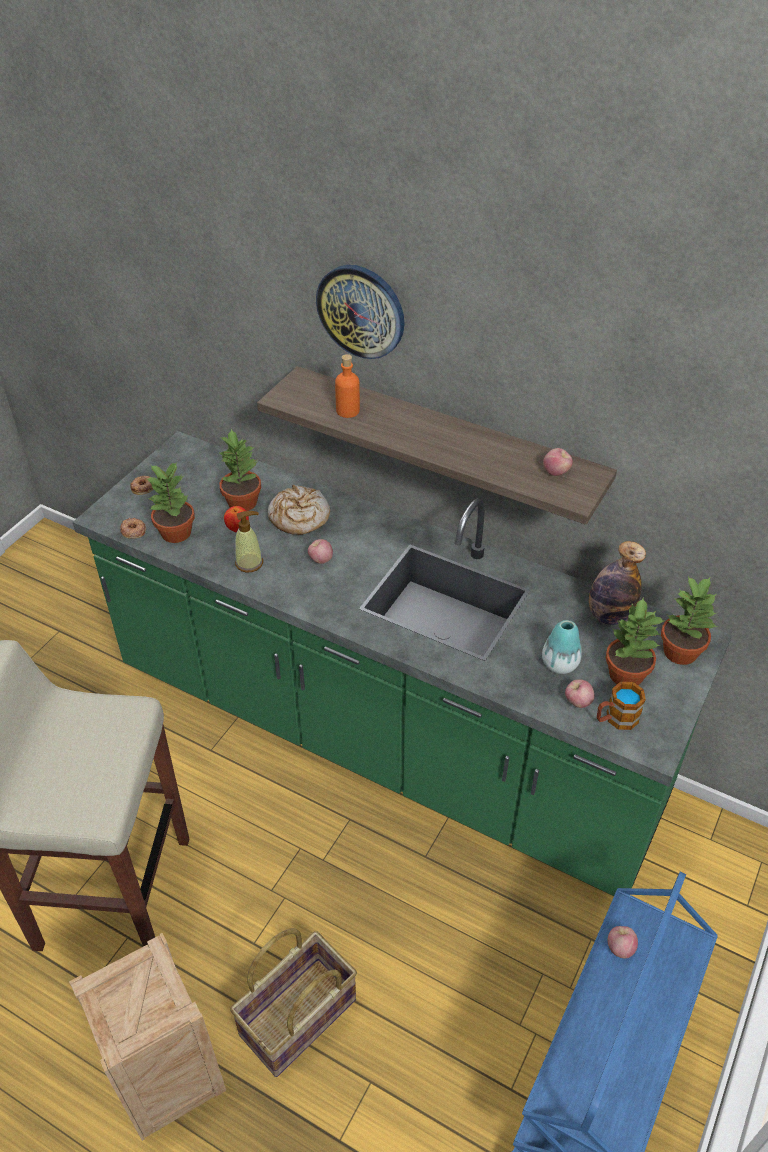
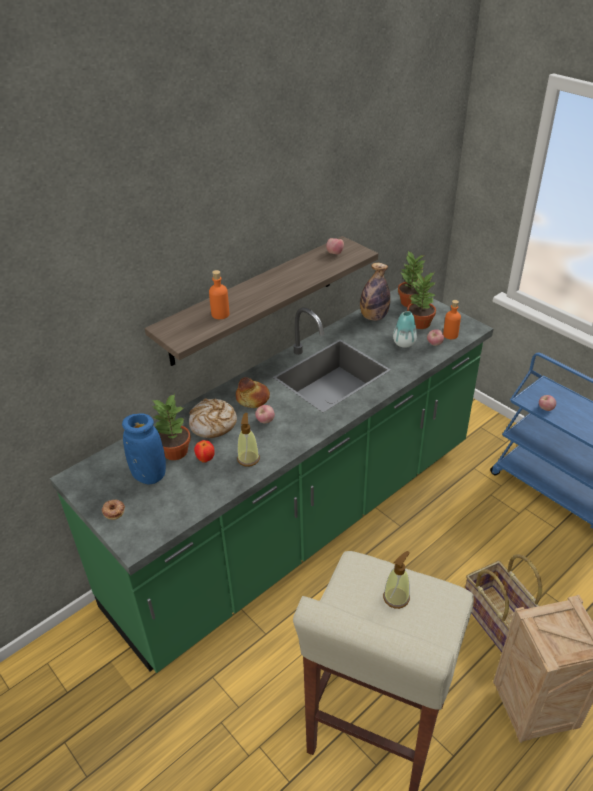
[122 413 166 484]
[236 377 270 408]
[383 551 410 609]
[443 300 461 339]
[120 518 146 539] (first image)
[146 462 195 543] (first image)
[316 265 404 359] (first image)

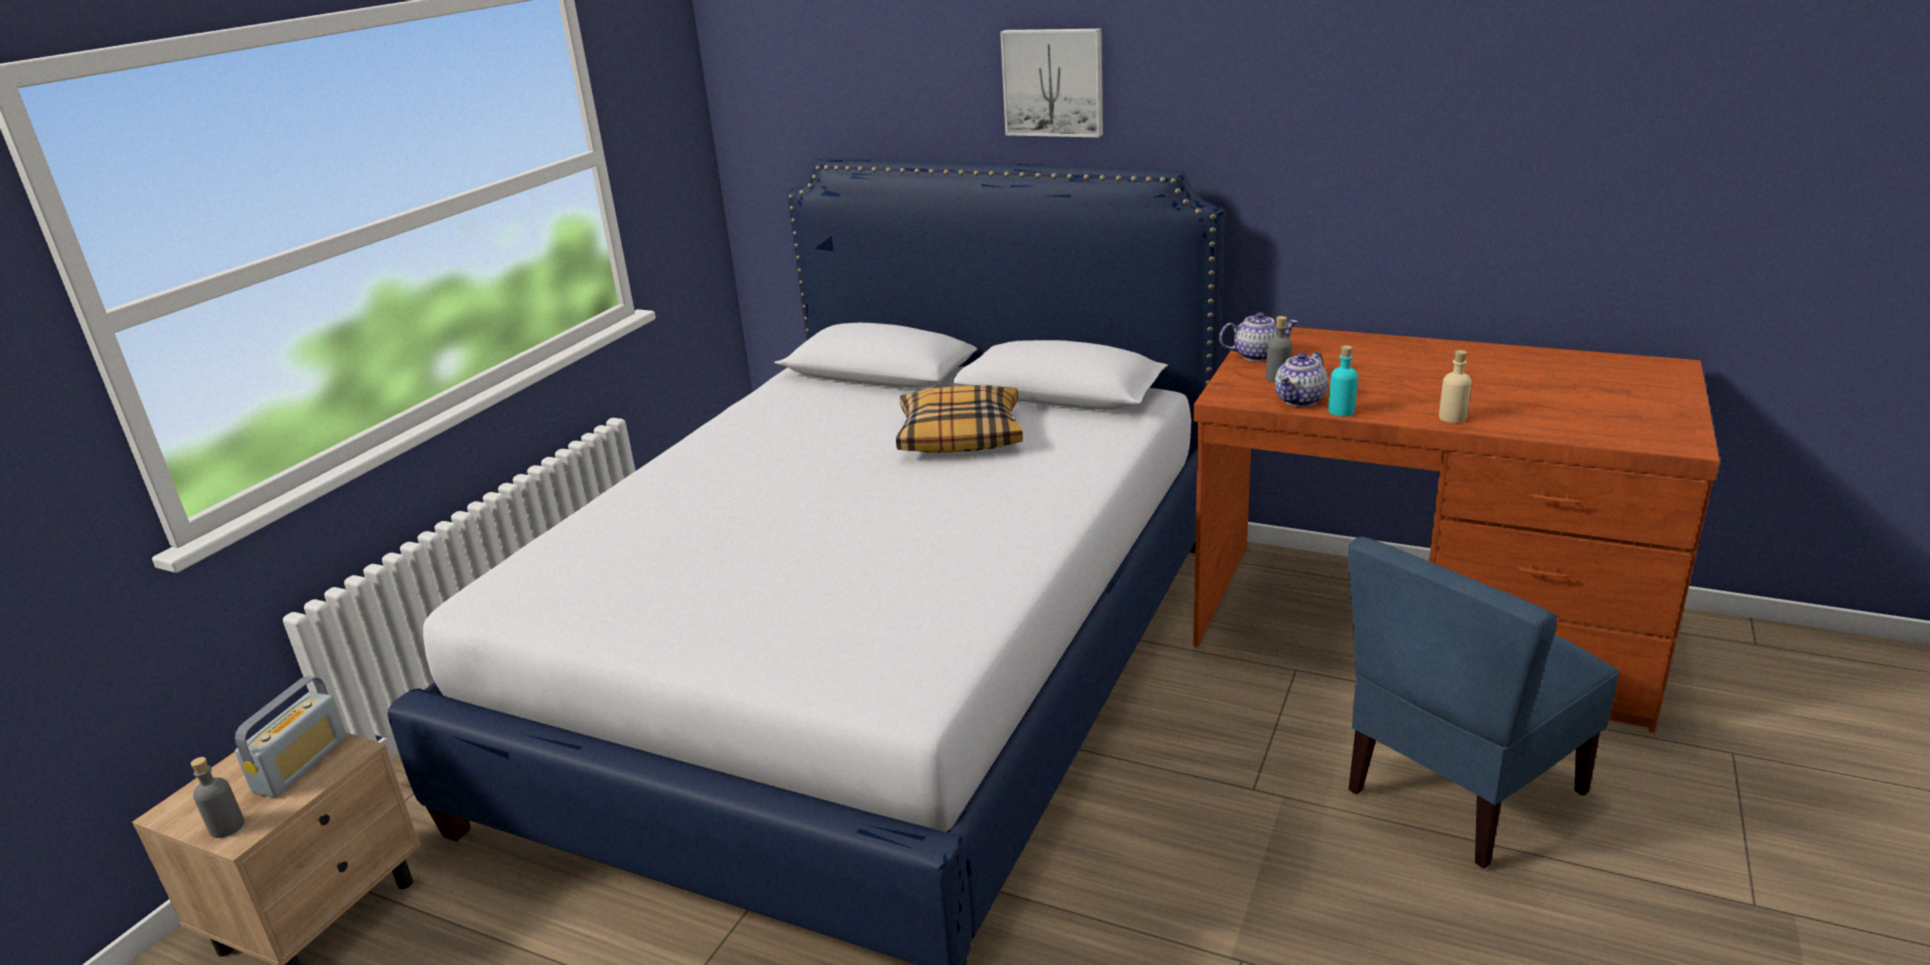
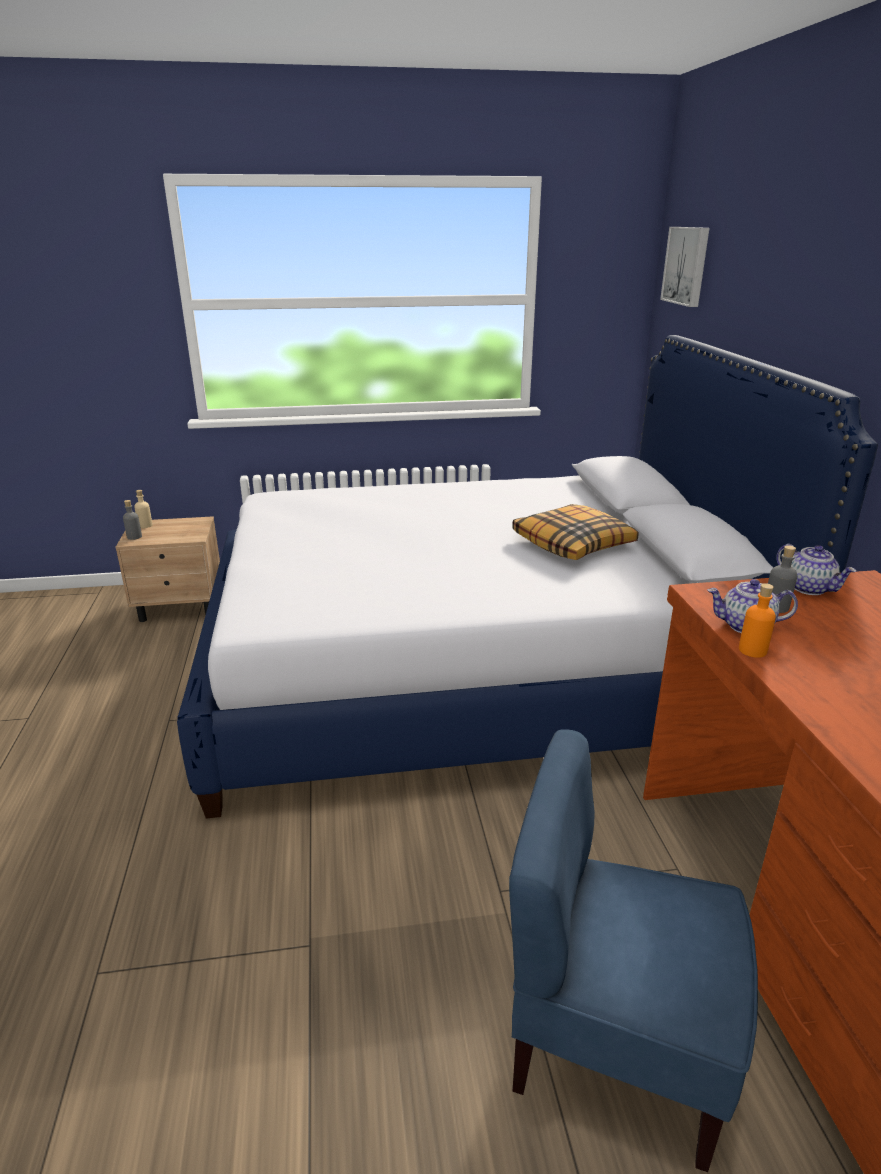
[134 490 153 528]
[660 227 709 307]
[739 583 776 658]
[235 676 347 798] (first image)

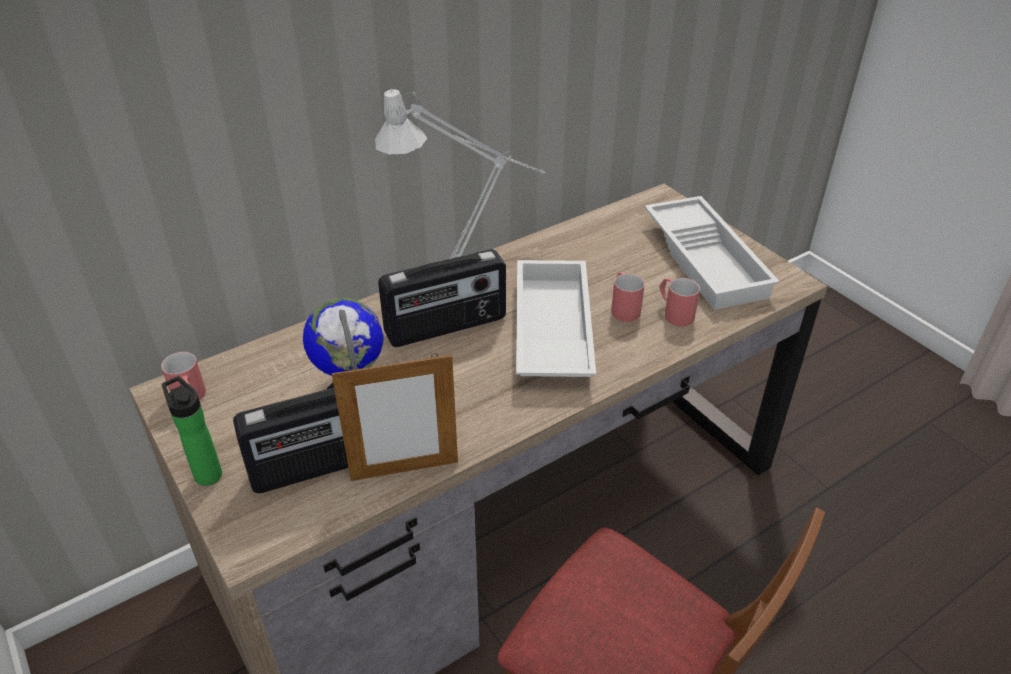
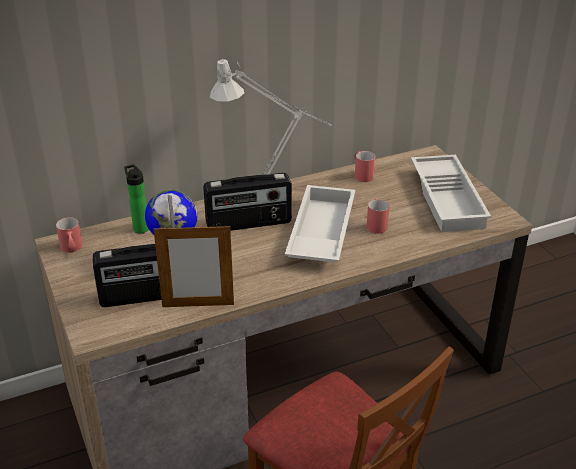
[124 164 149 234]
[354 151 375 182]

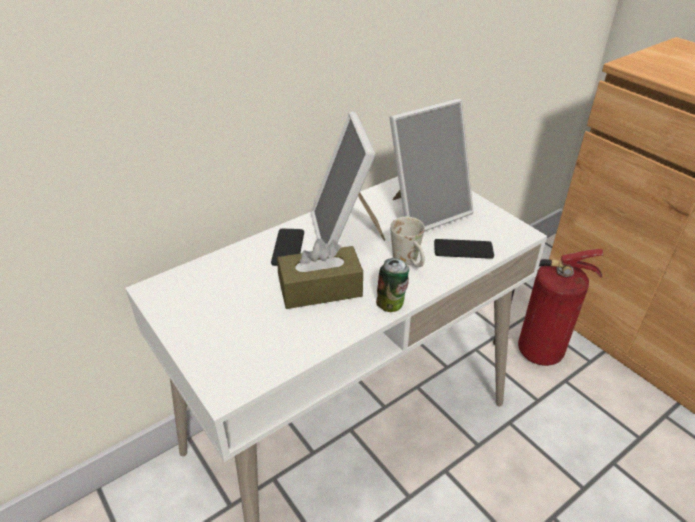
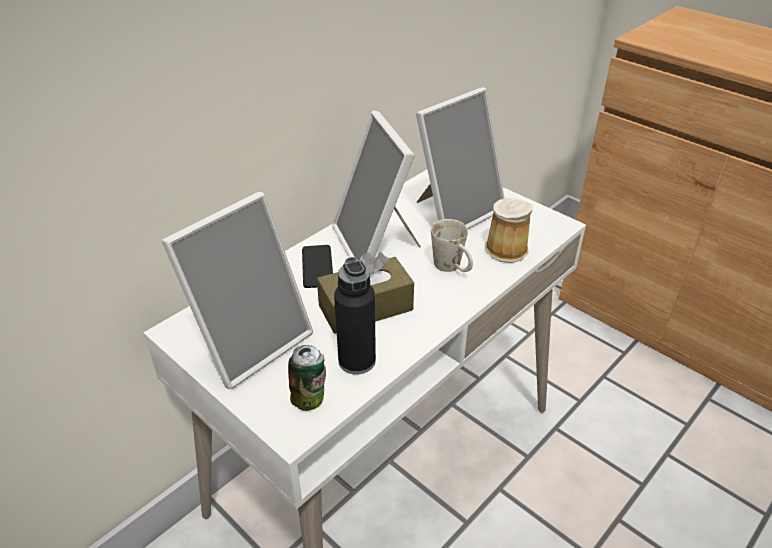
[162 192 313 389]
[288 345 326 411]
[334 257 376 375]
[485 198 533 263]
[493 249 603 366] (first image)

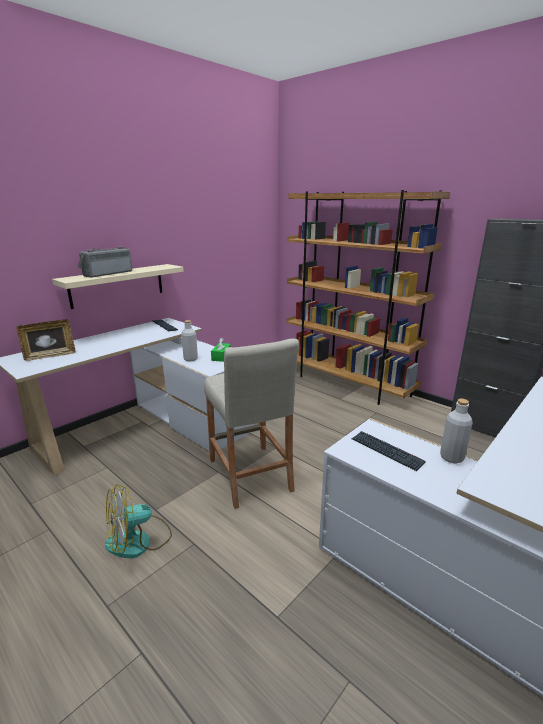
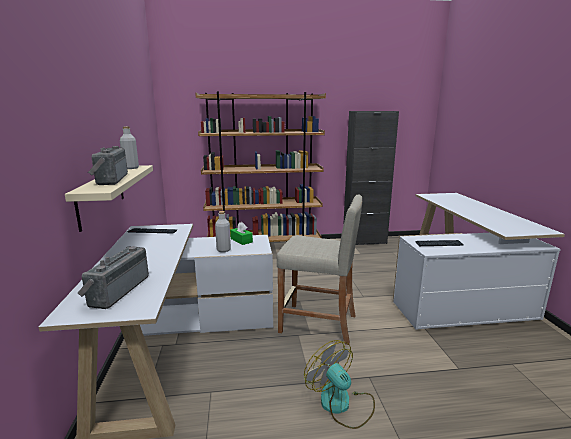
[78 246 149 309]
[120 126 139 169]
[304 340 375 429]

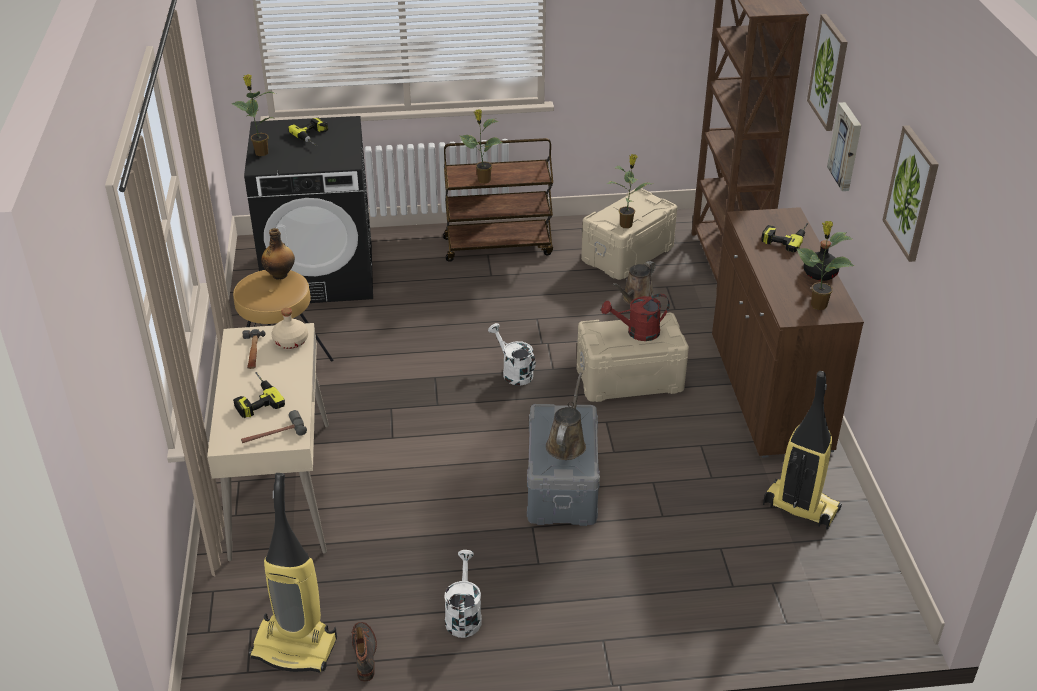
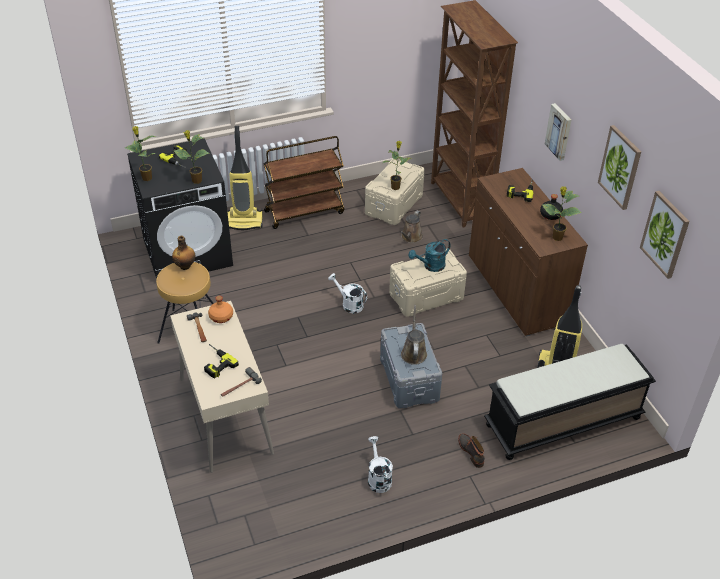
[174 130 209 184]
[208 296 233 323]
[227 126 263 230]
[409 239 451 272]
[458 433 485 468]
[484 344 656 460]
[640 191 689 279]

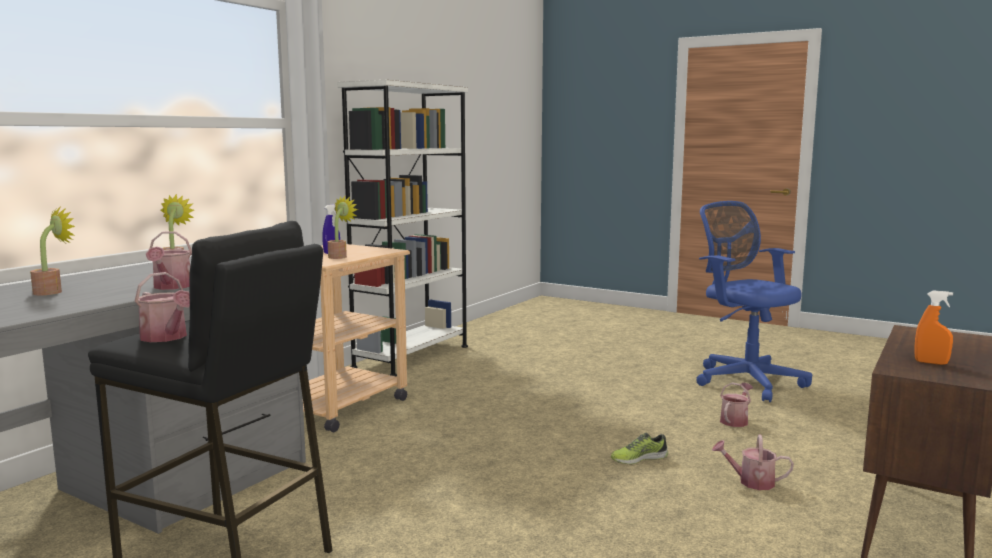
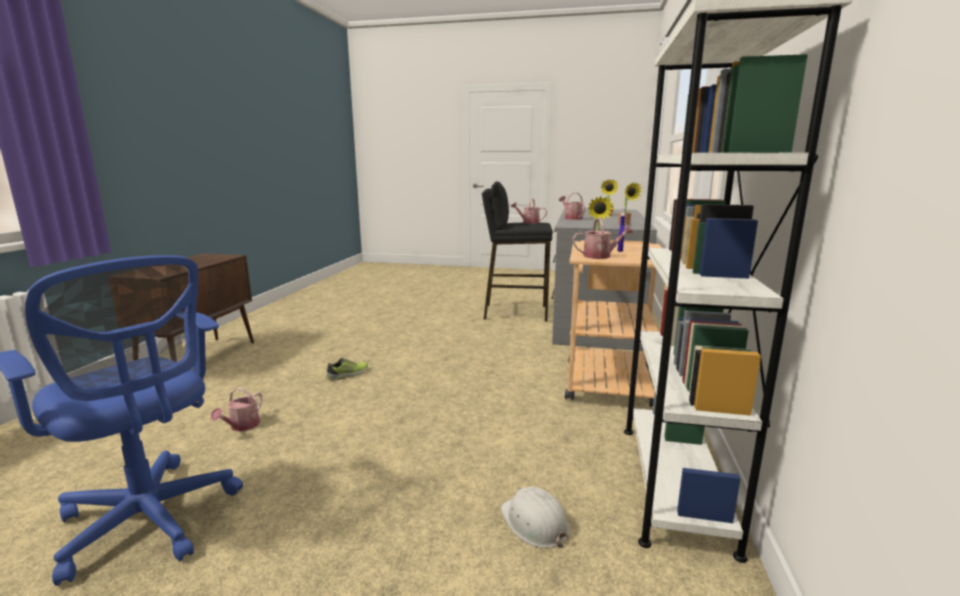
[500 487 570 548]
[573 218 633 259]
[914 290 953 365] (first image)

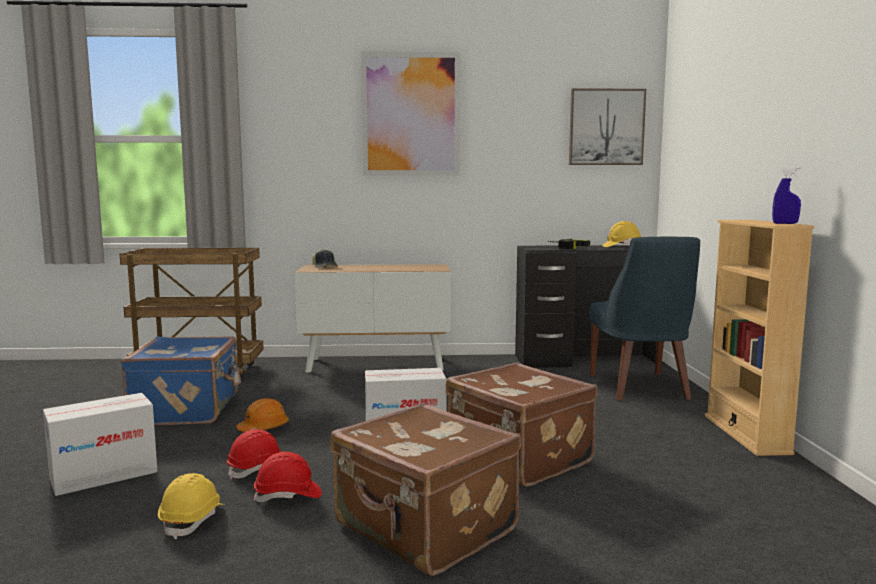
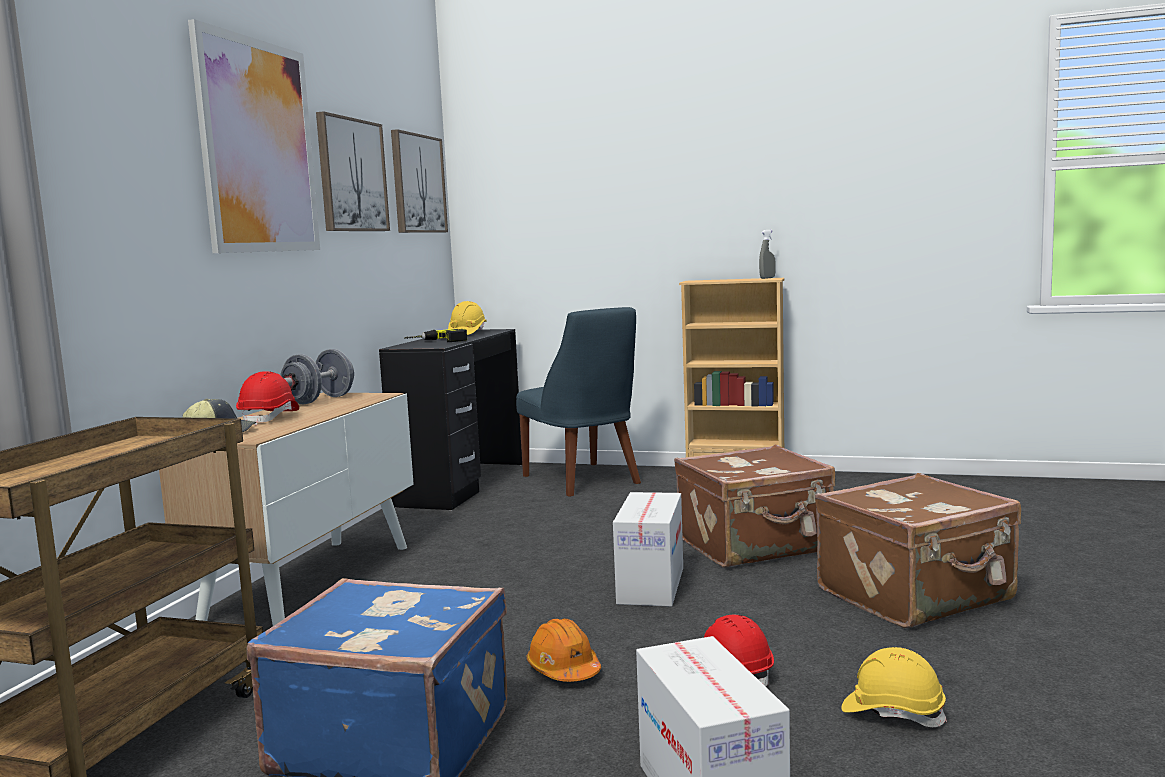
[236 371 299 425]
[280 349 354 404]
[316 111 390 231]
[516 307 641 497]
[759 230 776 279]

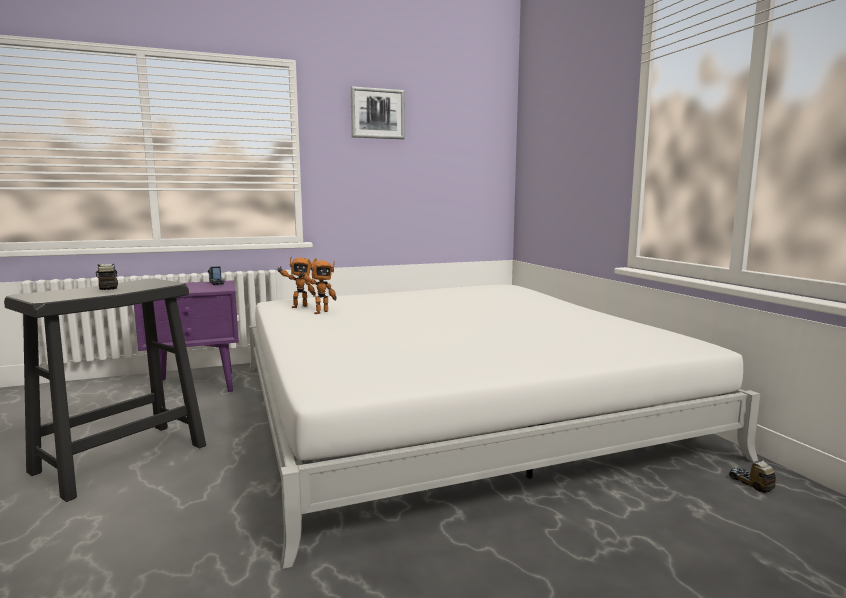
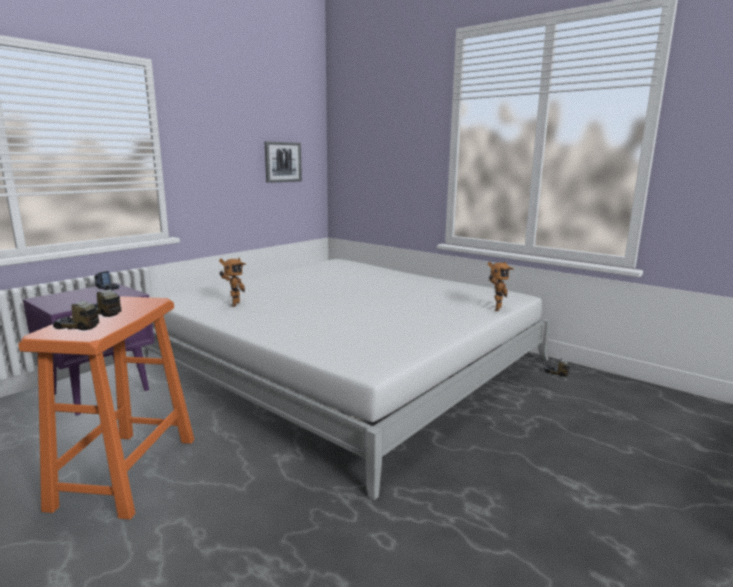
[18 296 194 520]
[53 300 99 330]
[265 141 302 183]
[487 261 514 311]

